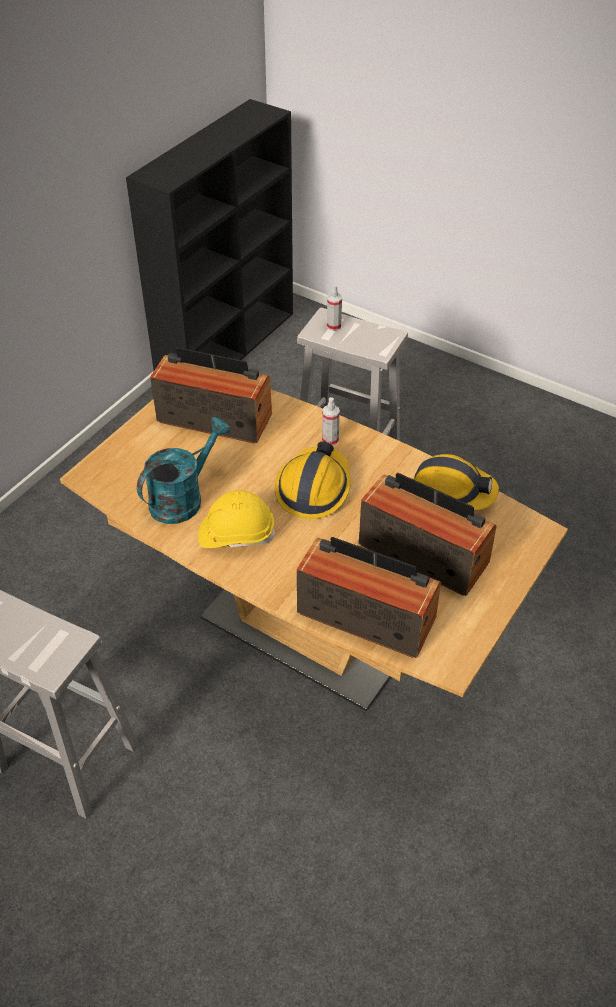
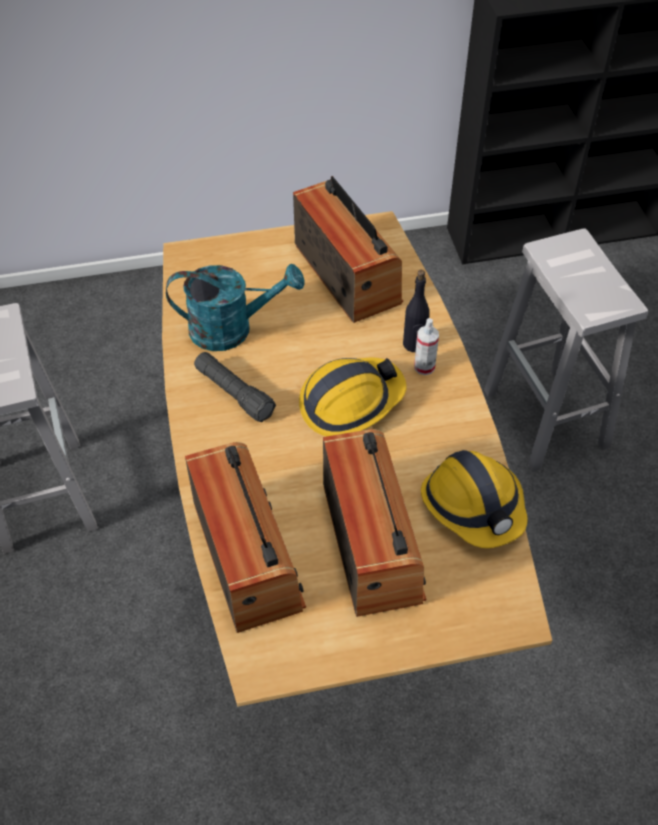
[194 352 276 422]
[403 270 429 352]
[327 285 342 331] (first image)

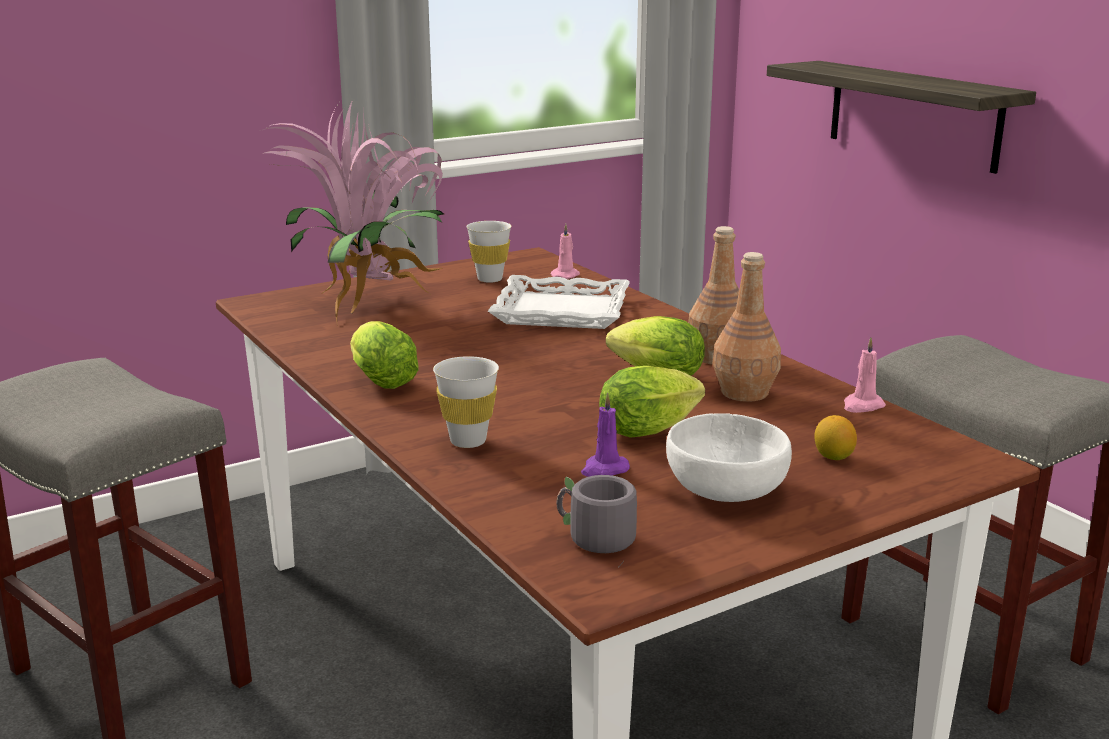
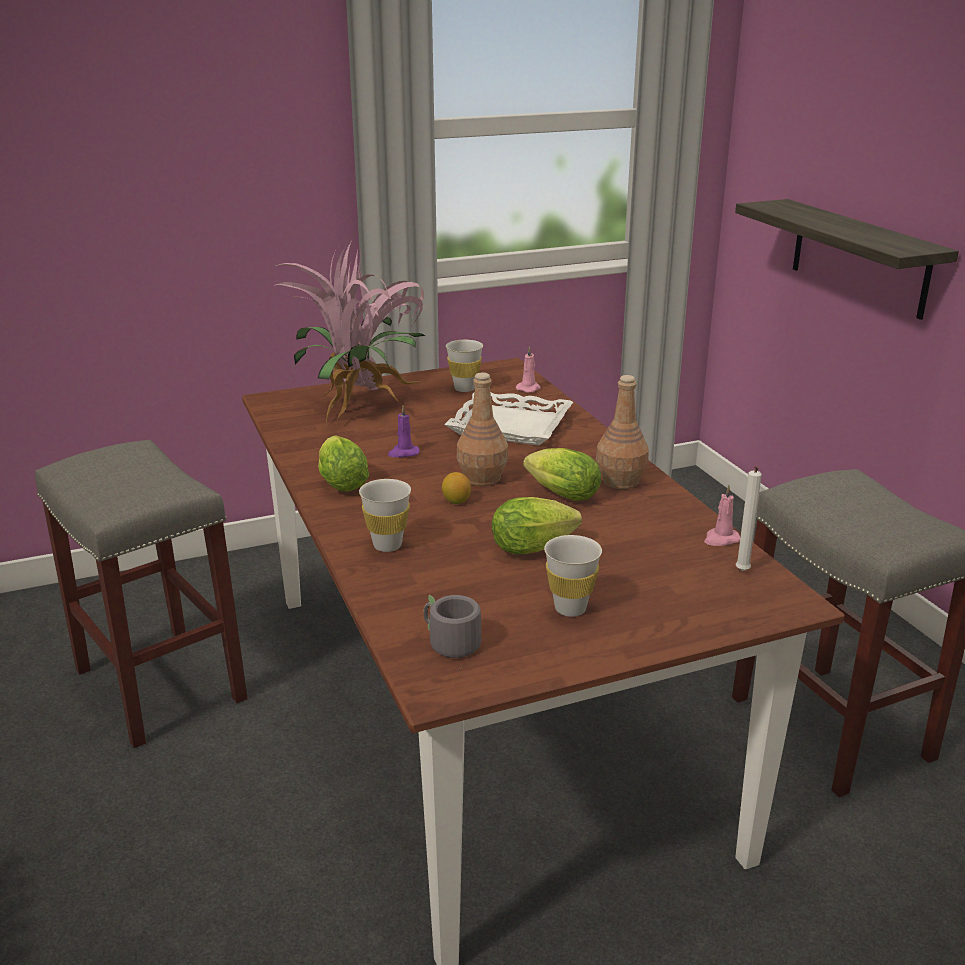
[388 405 420 457]
[442 472 471 504]
[456 373 508 486]
[544 535 602 617]
[736 466 762 571]

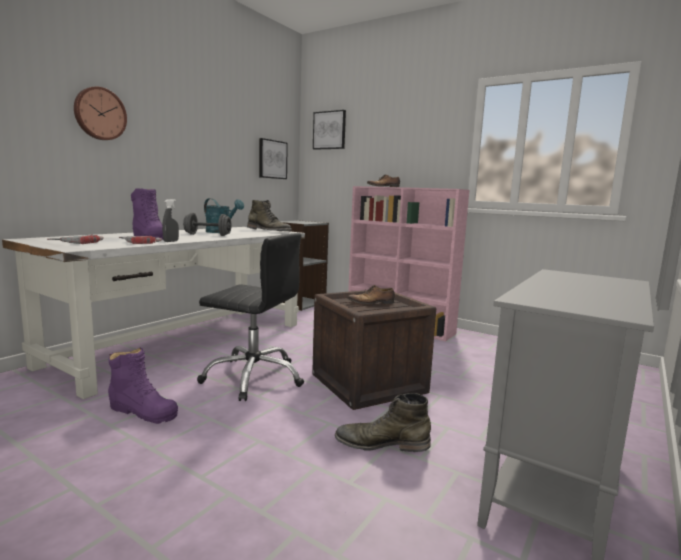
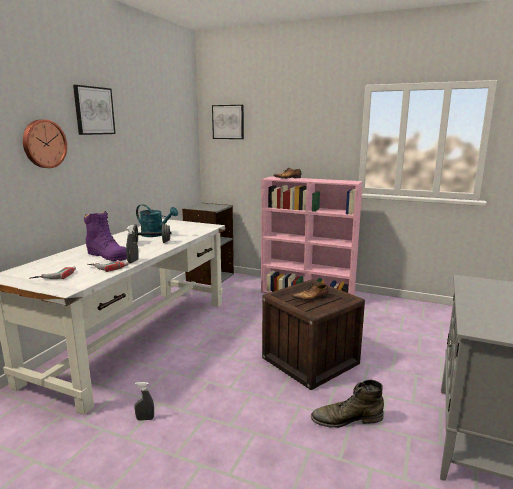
[73 85 116 135]
[135 382 154 421]
[197 233 304 401] (first image)
[247 200 292 231] (first image)

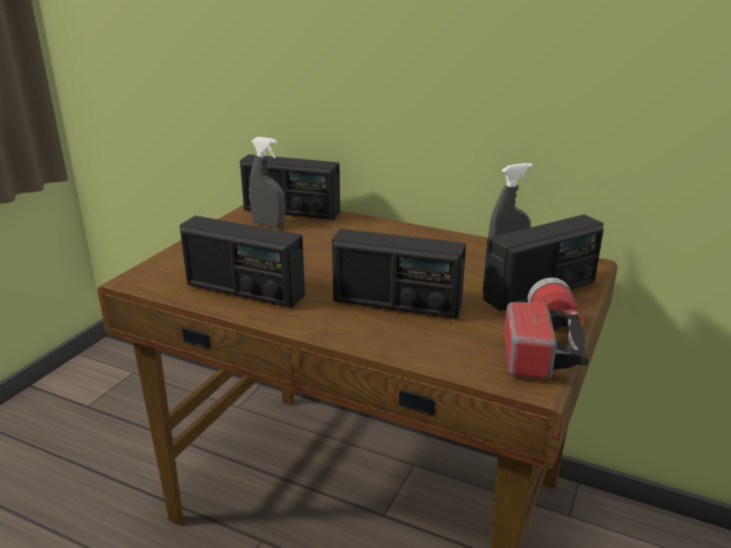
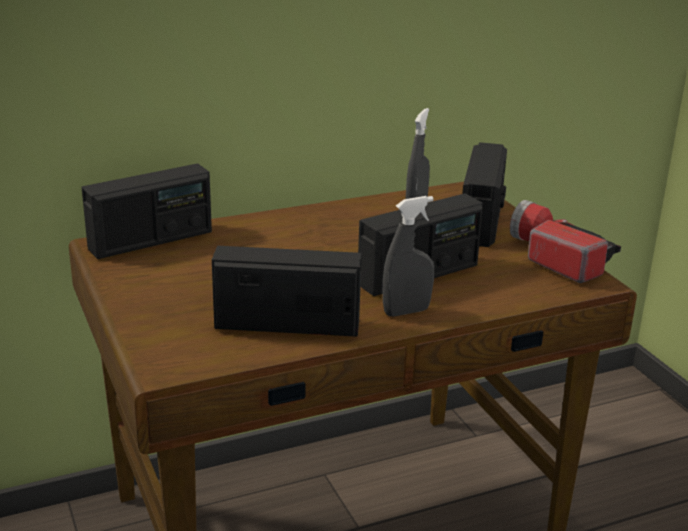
[212 246 362 337]
[383 196 434 317]

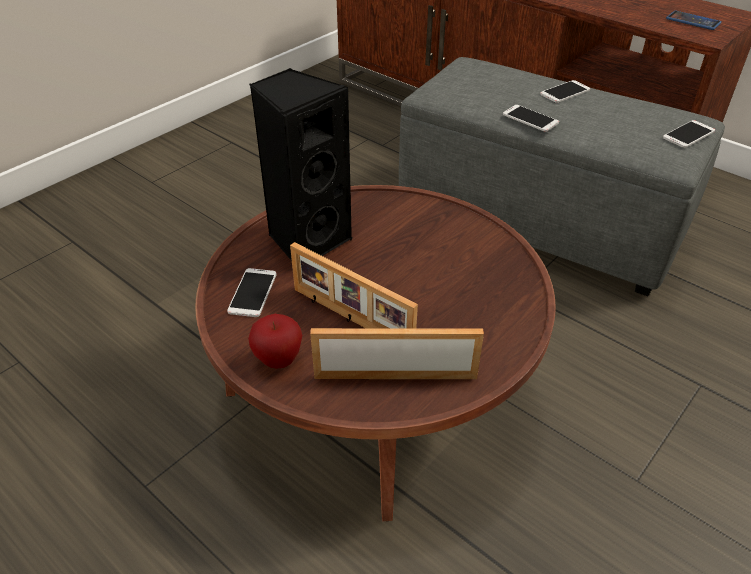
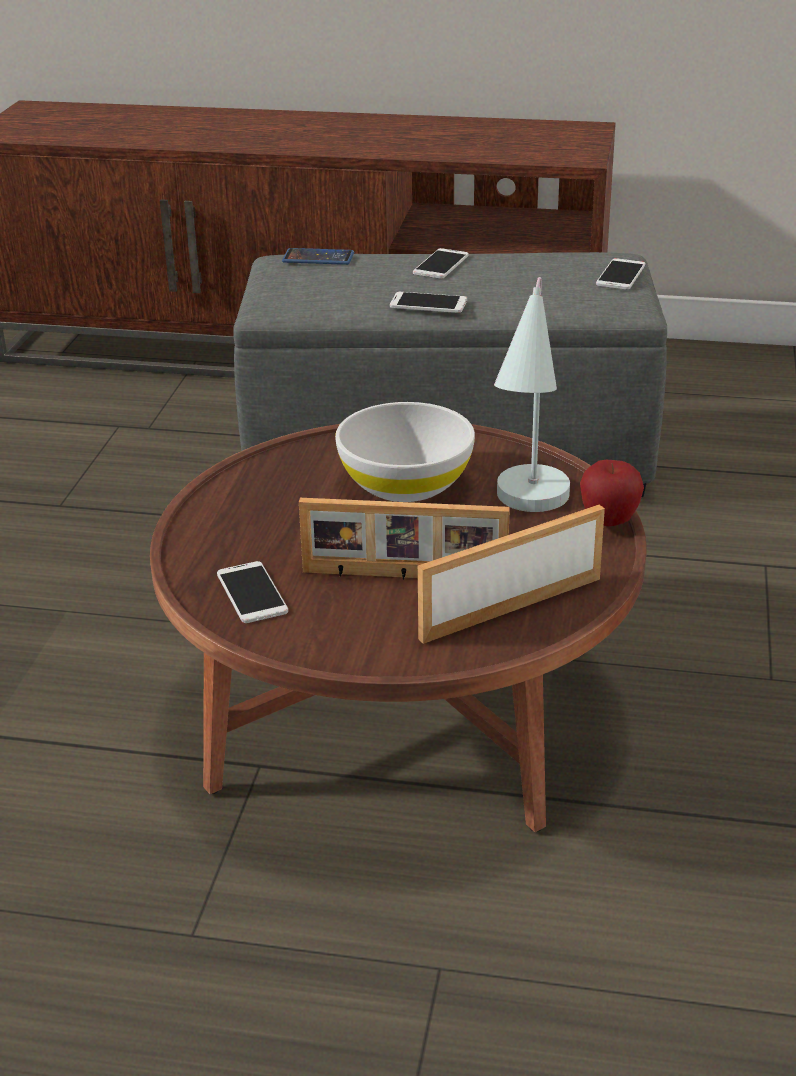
[282 248 354 265]
[335 402 475 502]
[494 277 570 512]
[580 460 644 526]
[249 68 353 261] (first image)

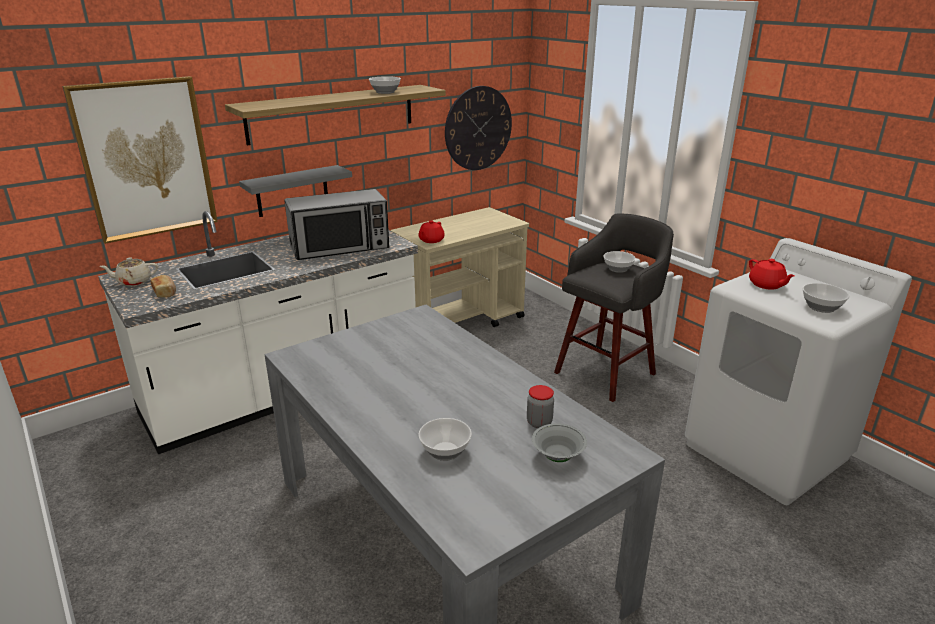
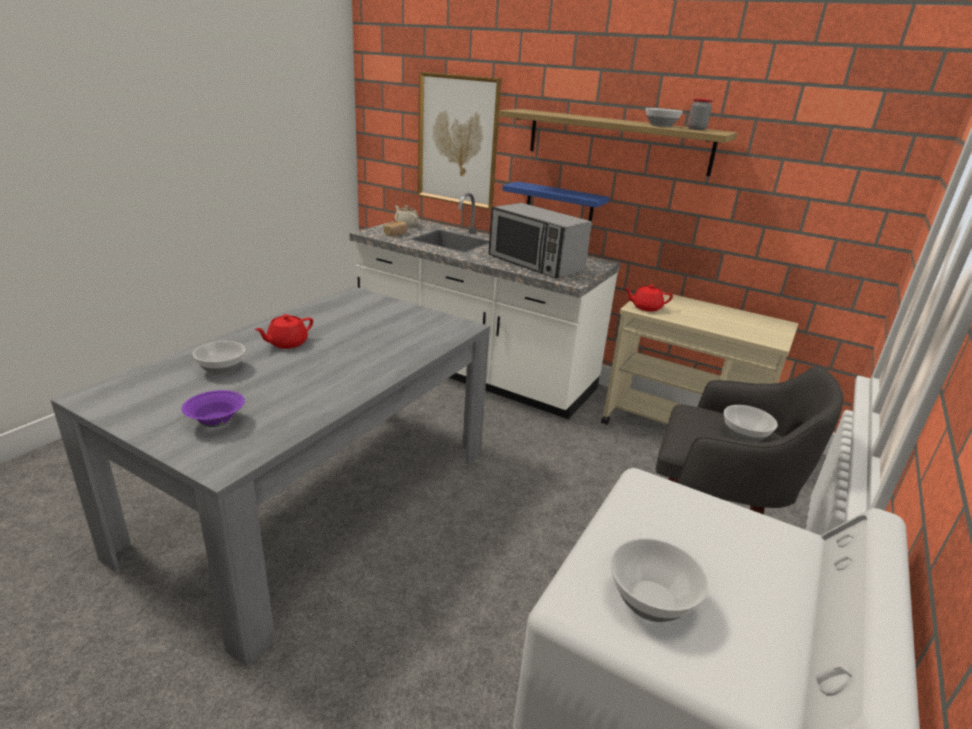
[182 390 245 427]
[254 314 313 349]
[502 181 609 222]
[688 98 713 130]
[445 86 512 170] (first image)

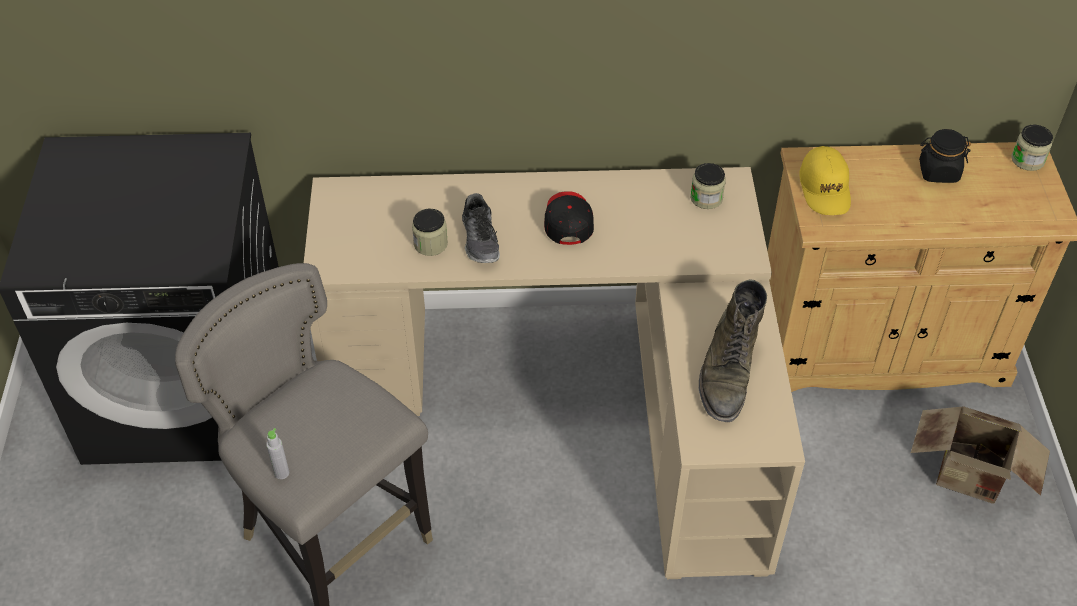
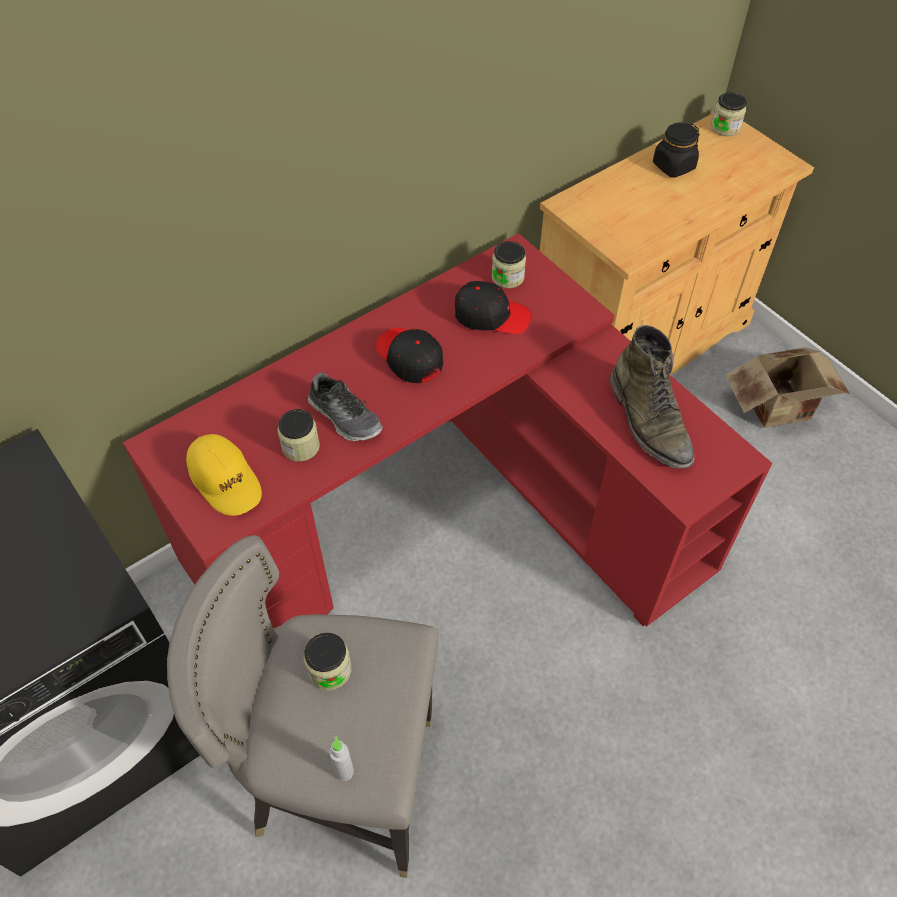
[123 233 772 628]
[186 434 262 516]
[304 633 352 690]
[455 281 531 334]

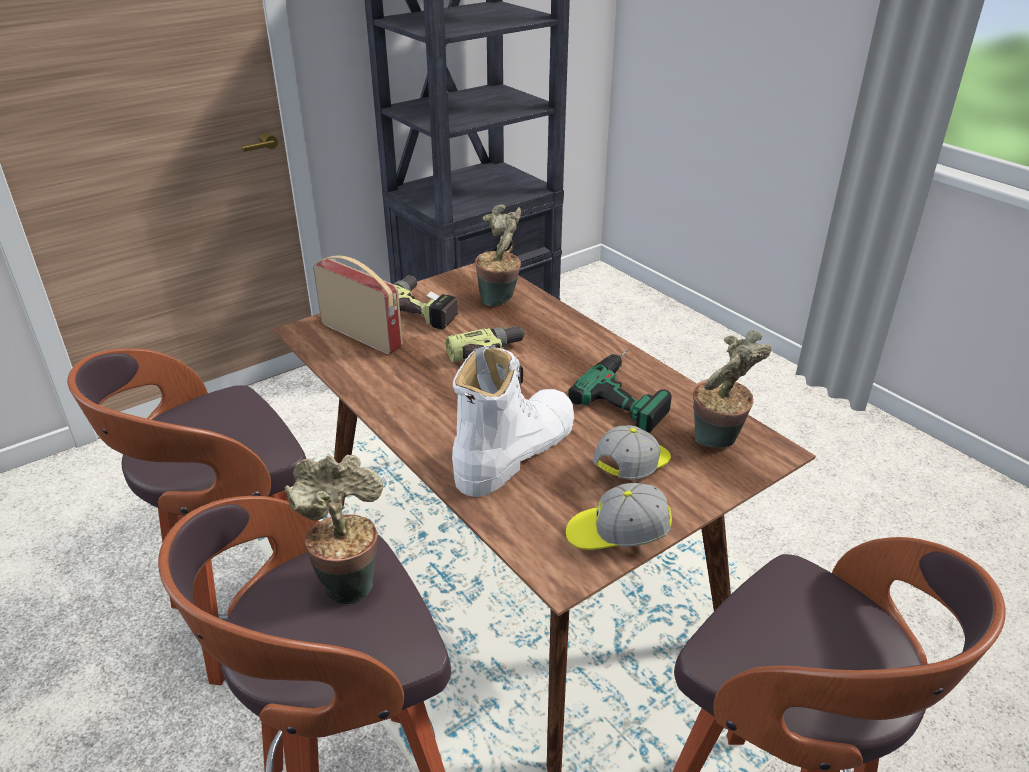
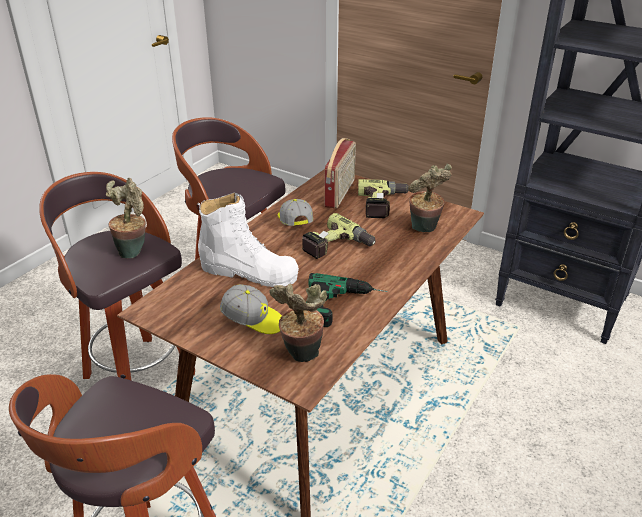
[278 199 313 226]

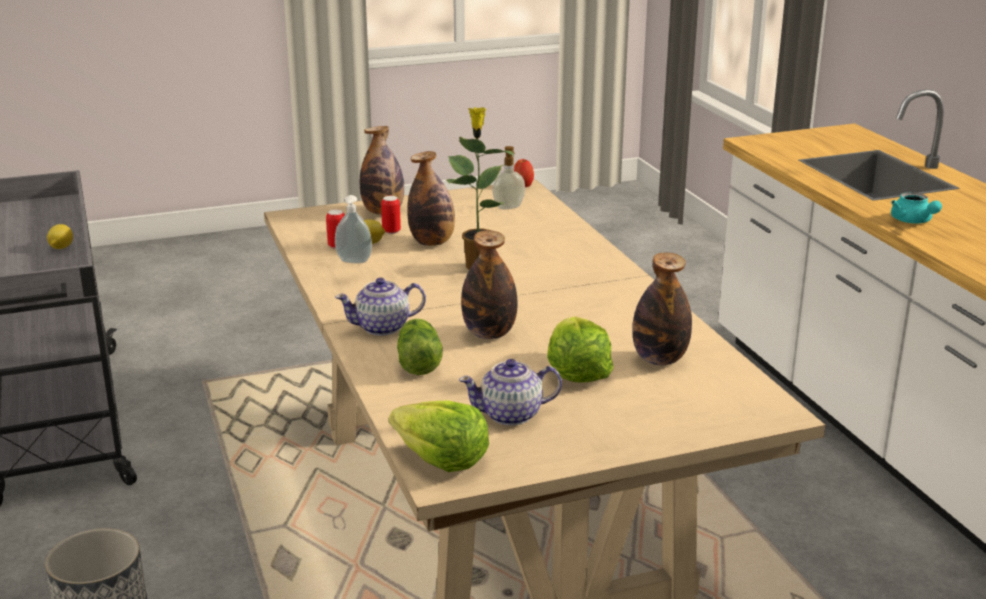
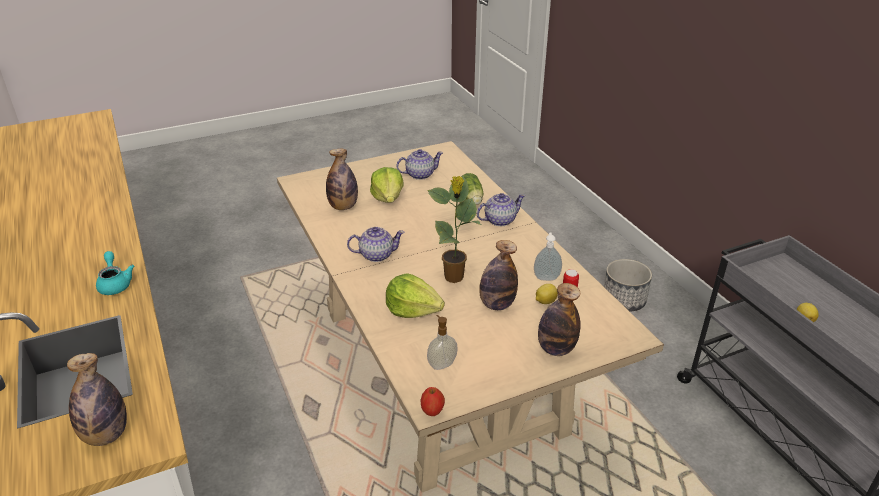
[67 353 127 446]
[347 227 405 262]
[386 273 445 318]
[381 196 401 234] (first image)

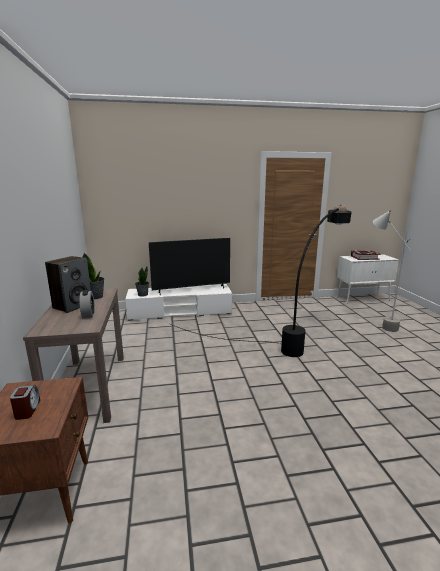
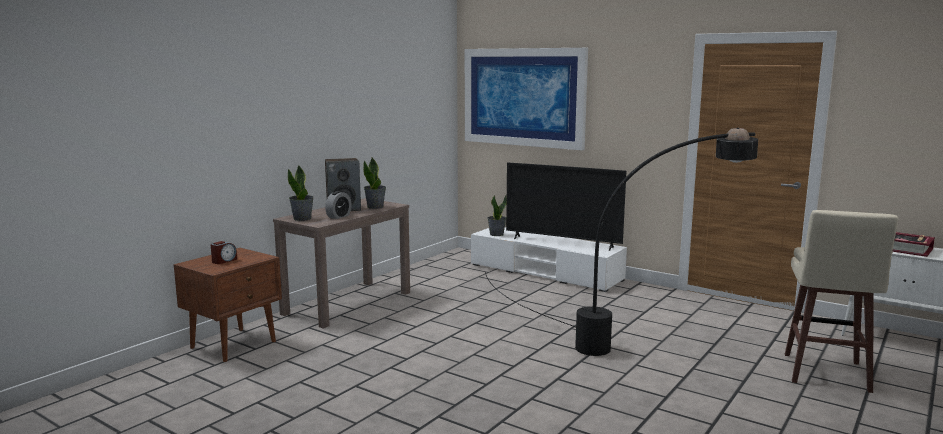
[288 165 314 221]
[465 48 588 150]
[785 210 898 393]

